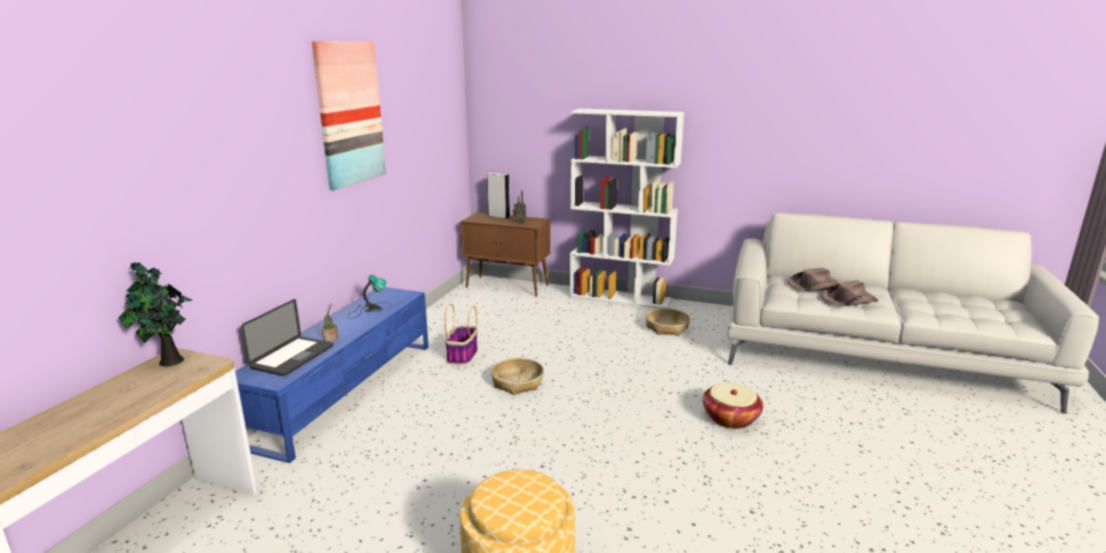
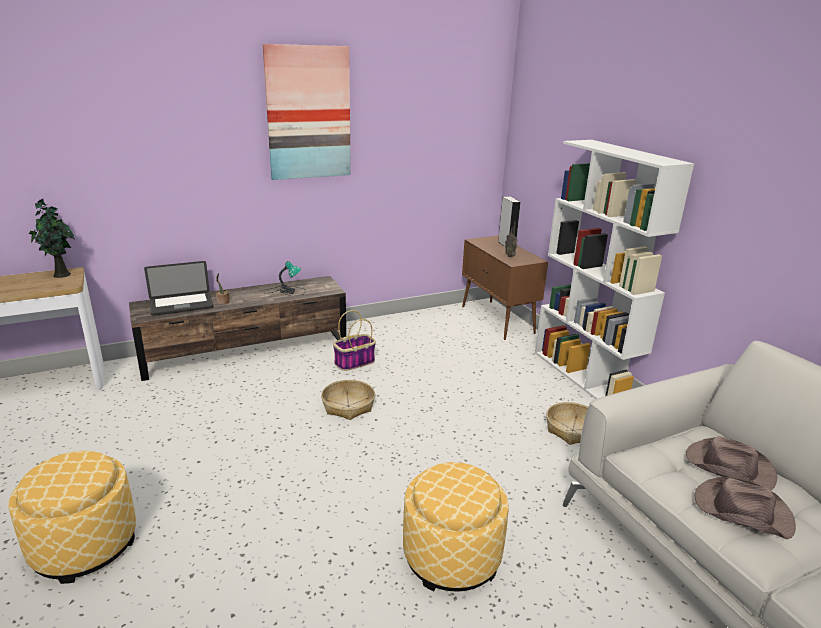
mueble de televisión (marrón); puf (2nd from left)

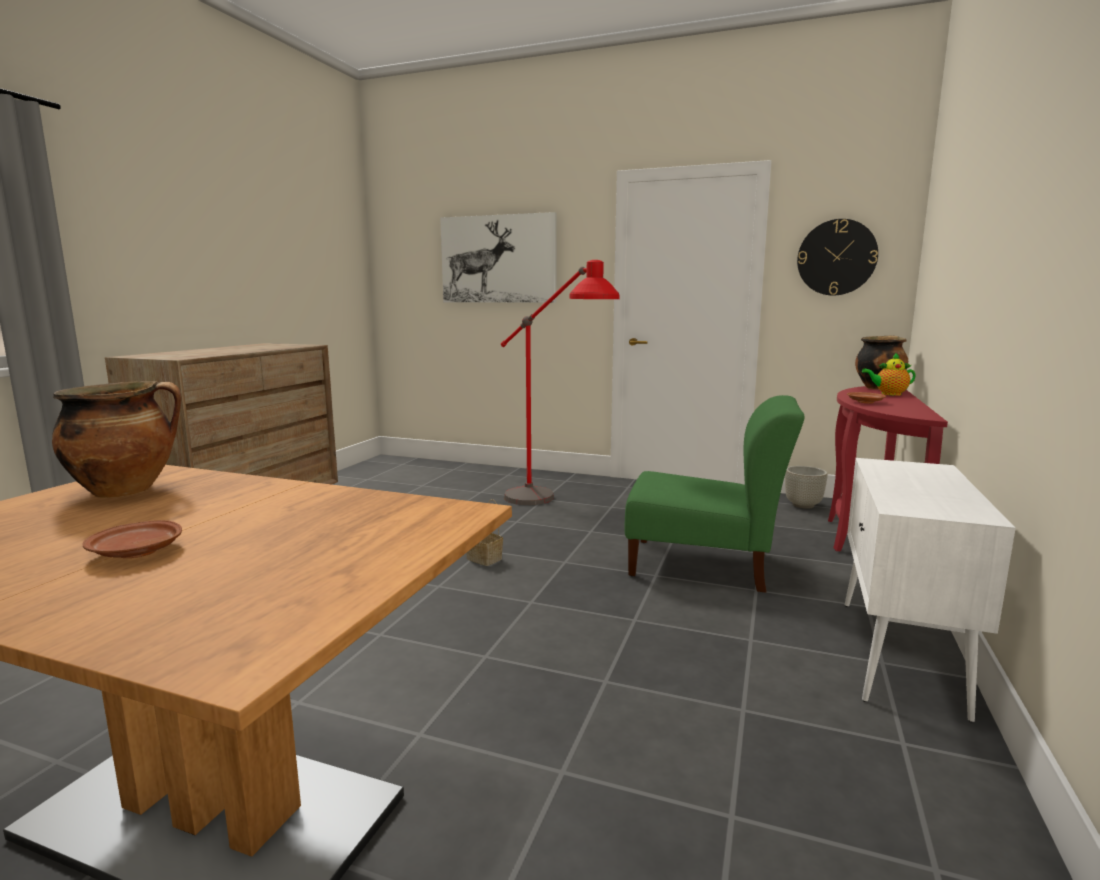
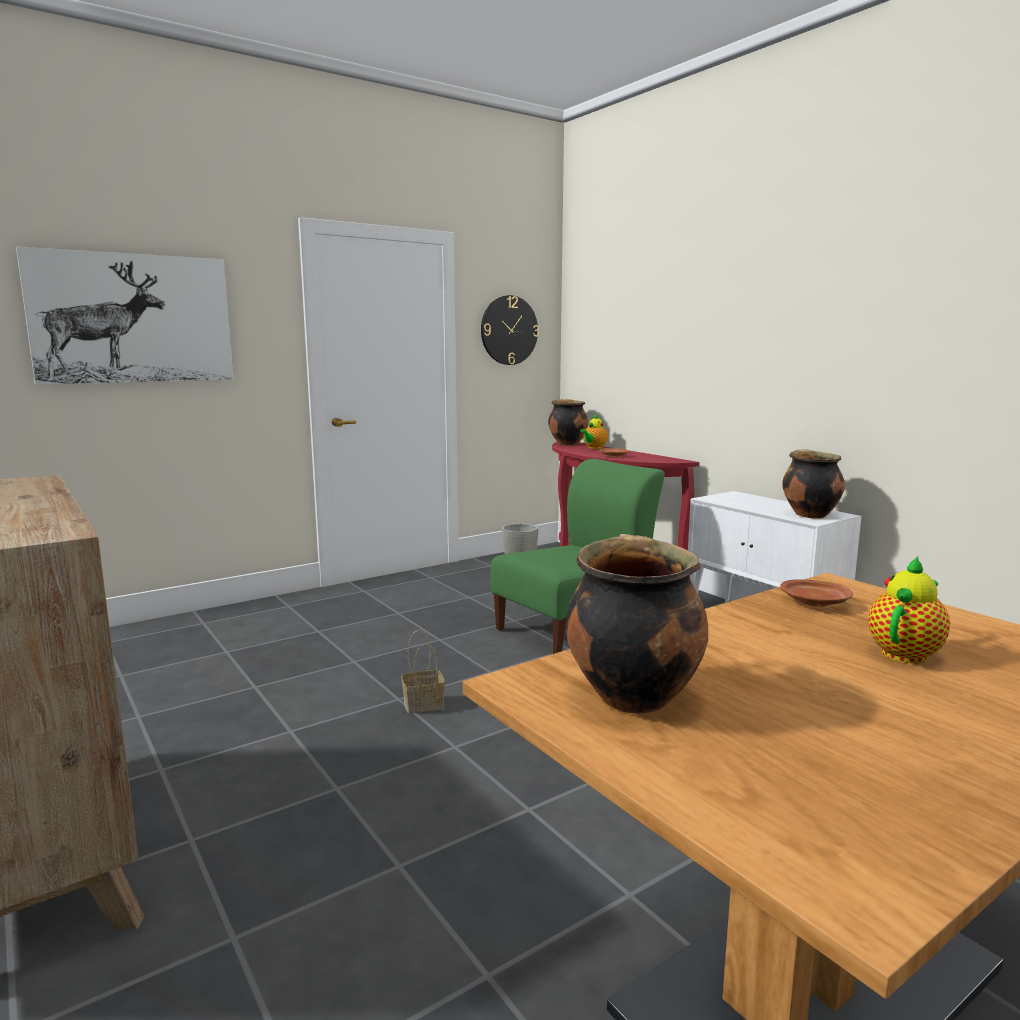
plato (marrón) (2nd from left); olla (3rd from left); tetera (2nd from left); lámpara de pie (rojo)

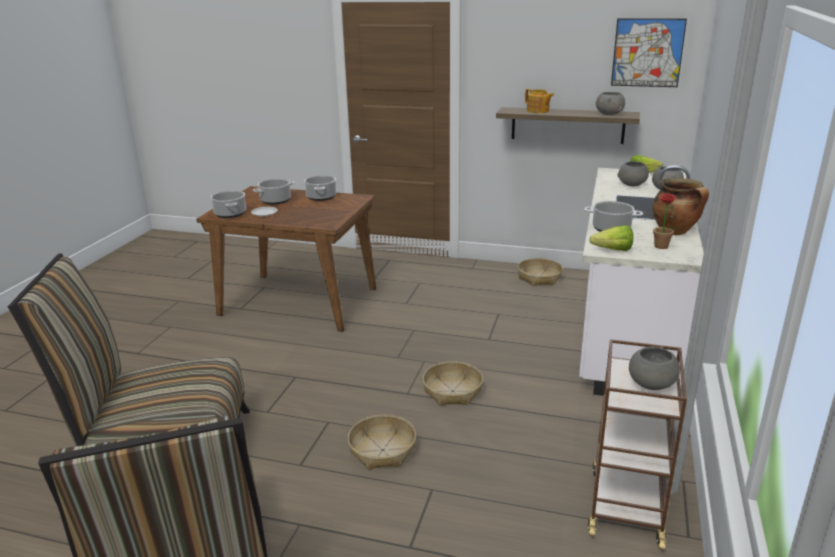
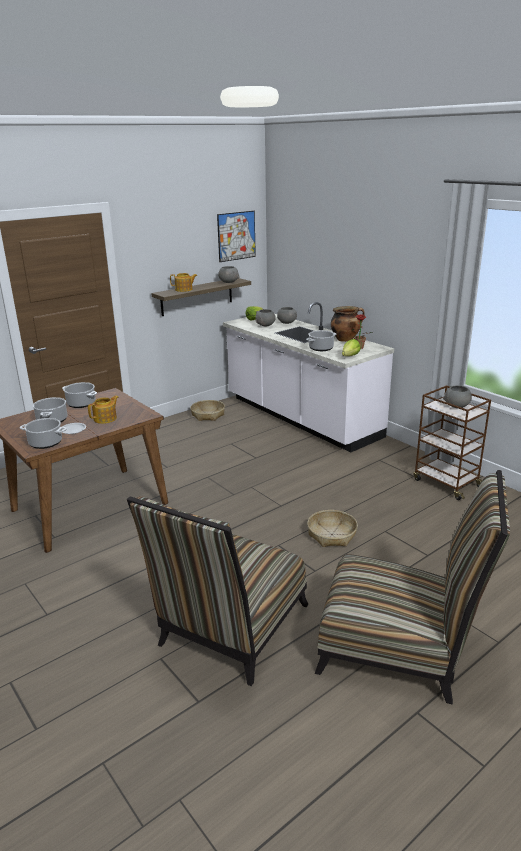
tetera (1st from left); cesta (2nd from left in the first image)

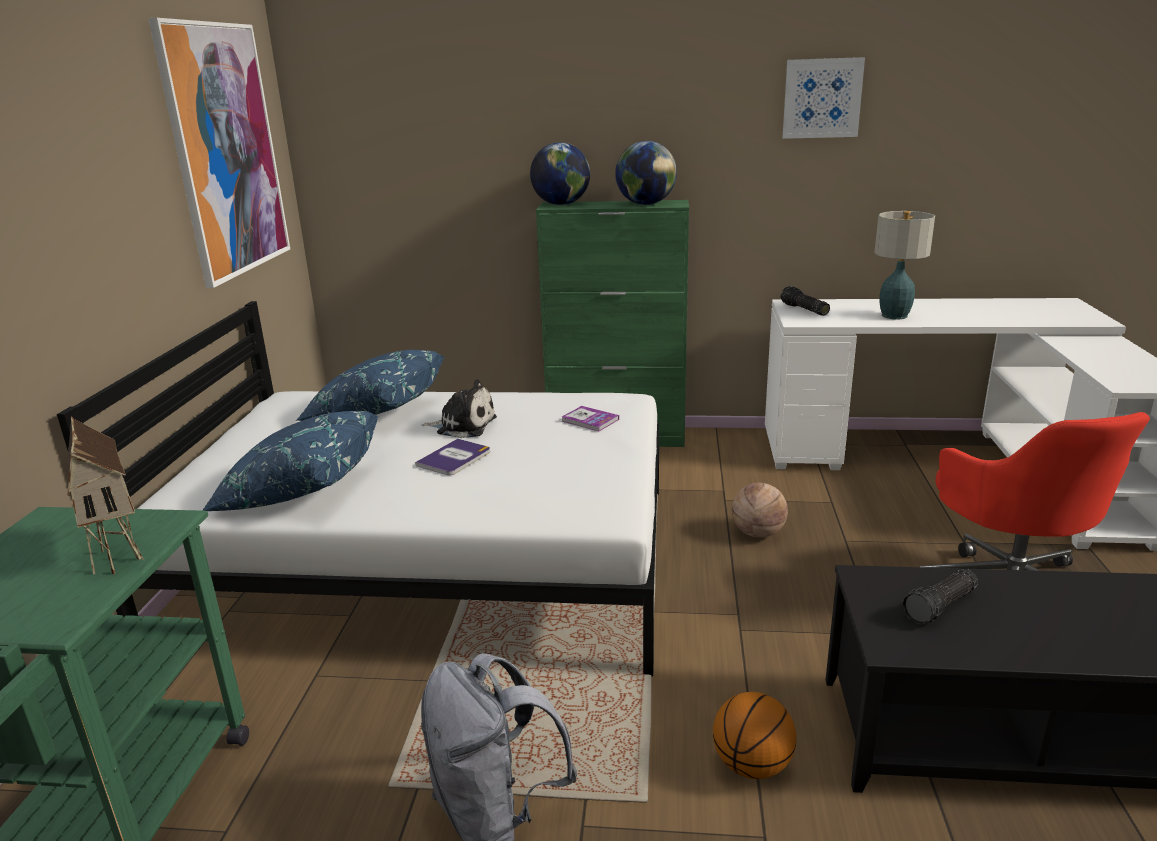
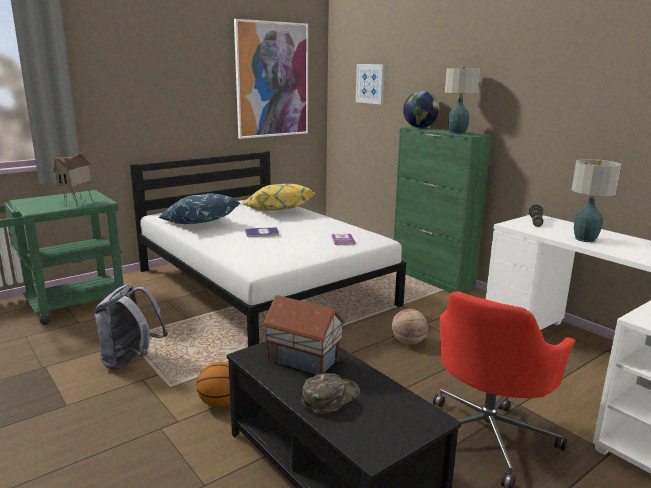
cojín (amarillo); casita (2nd from left); gorra (verde); cuadro (2nd from left); lámpara de mesa (1st from left); peluche

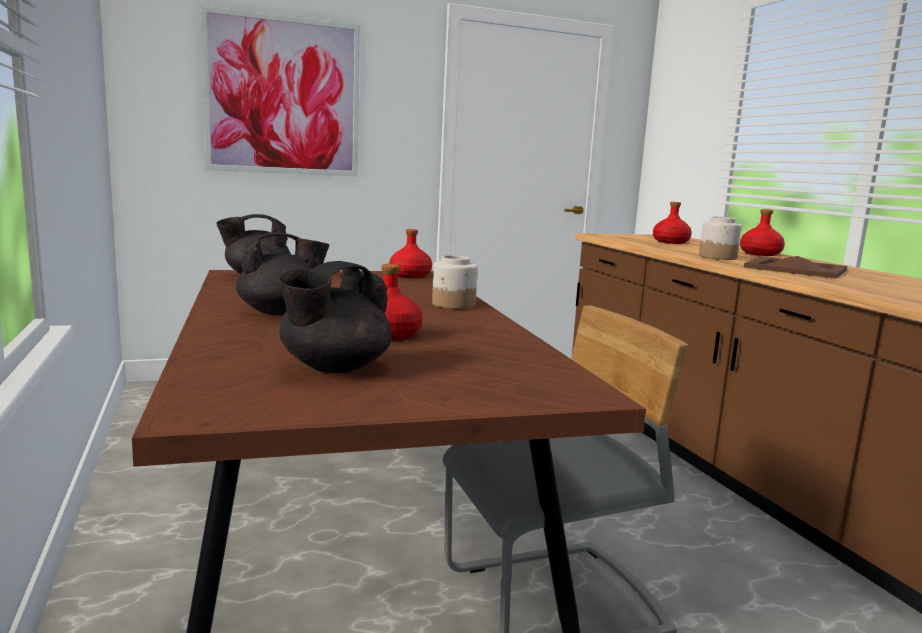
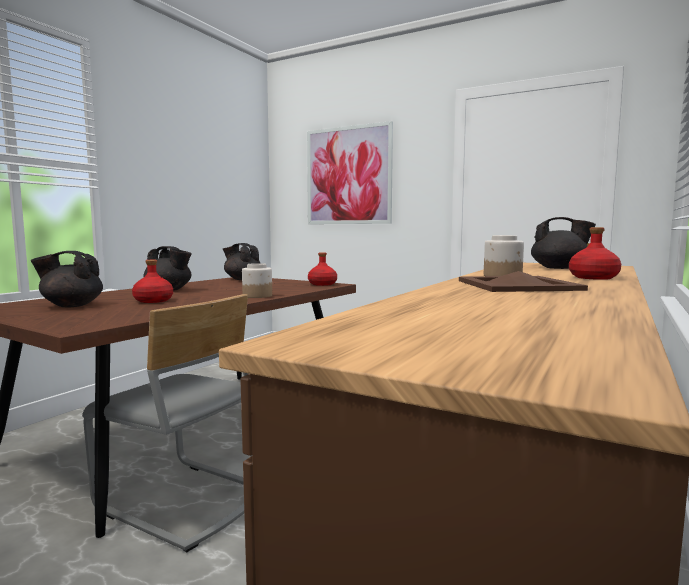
tetera (negro) (4th from left)

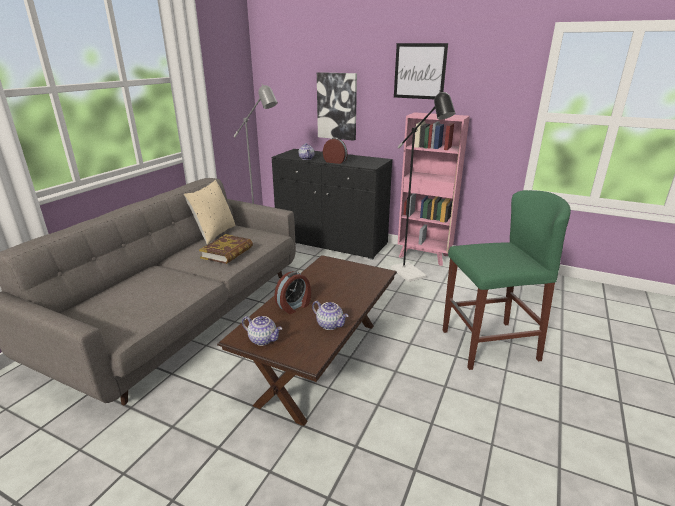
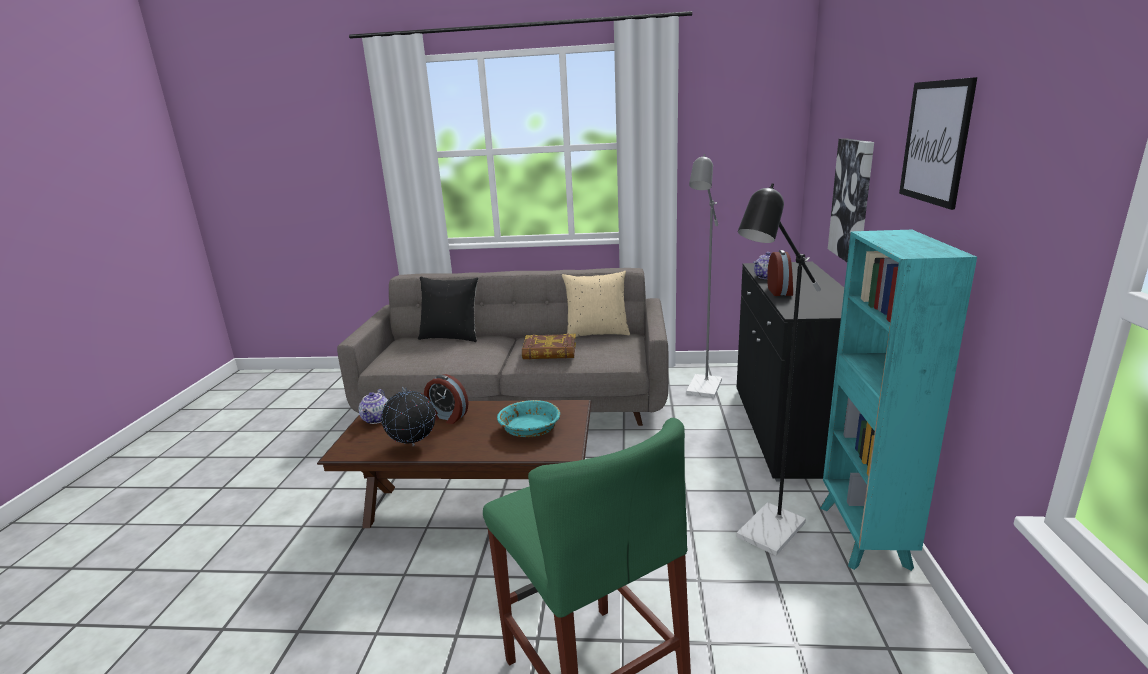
globo terráqueo; cojín (negro); cuenco (turquesa); estantería (turquesa)

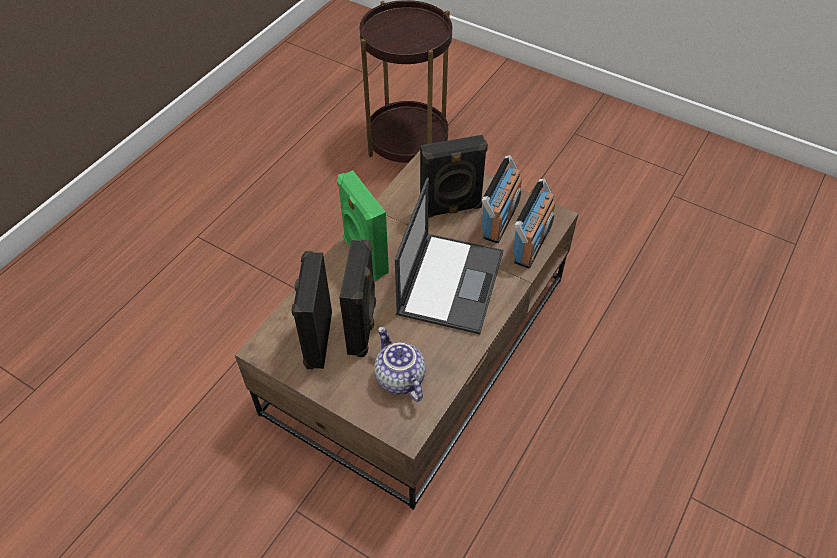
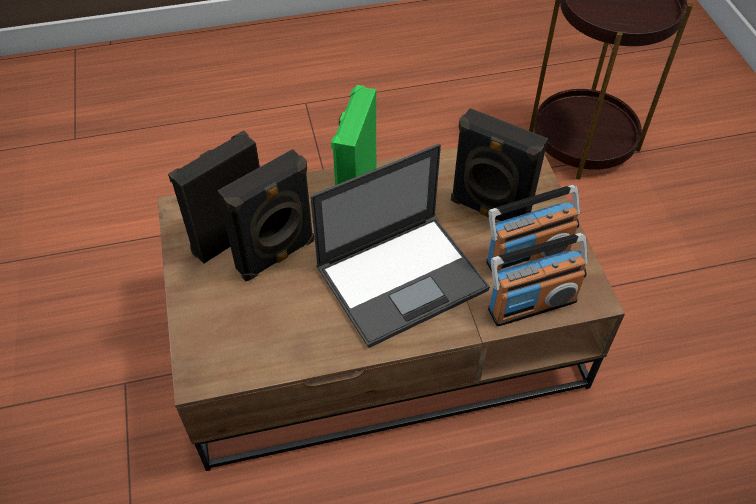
tetera

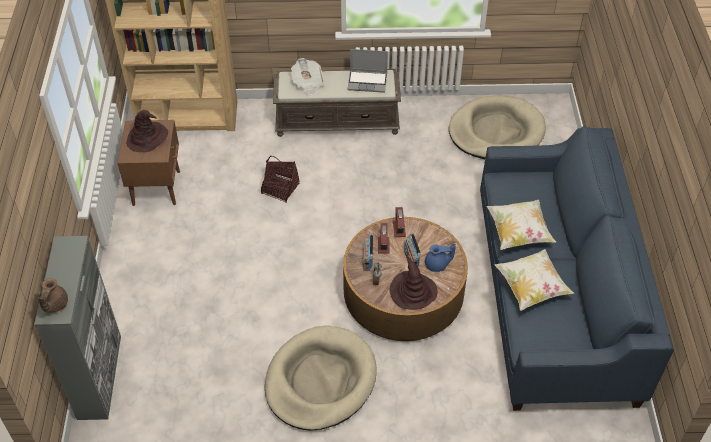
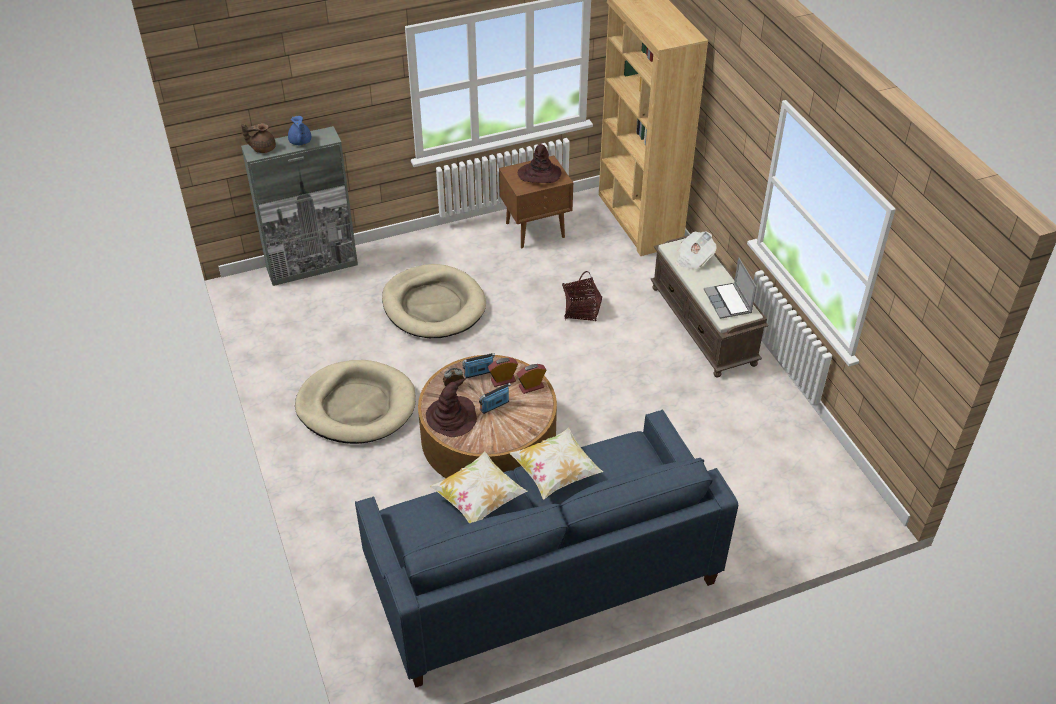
tetera (azul); cama para perro (beis) (2nd from left)

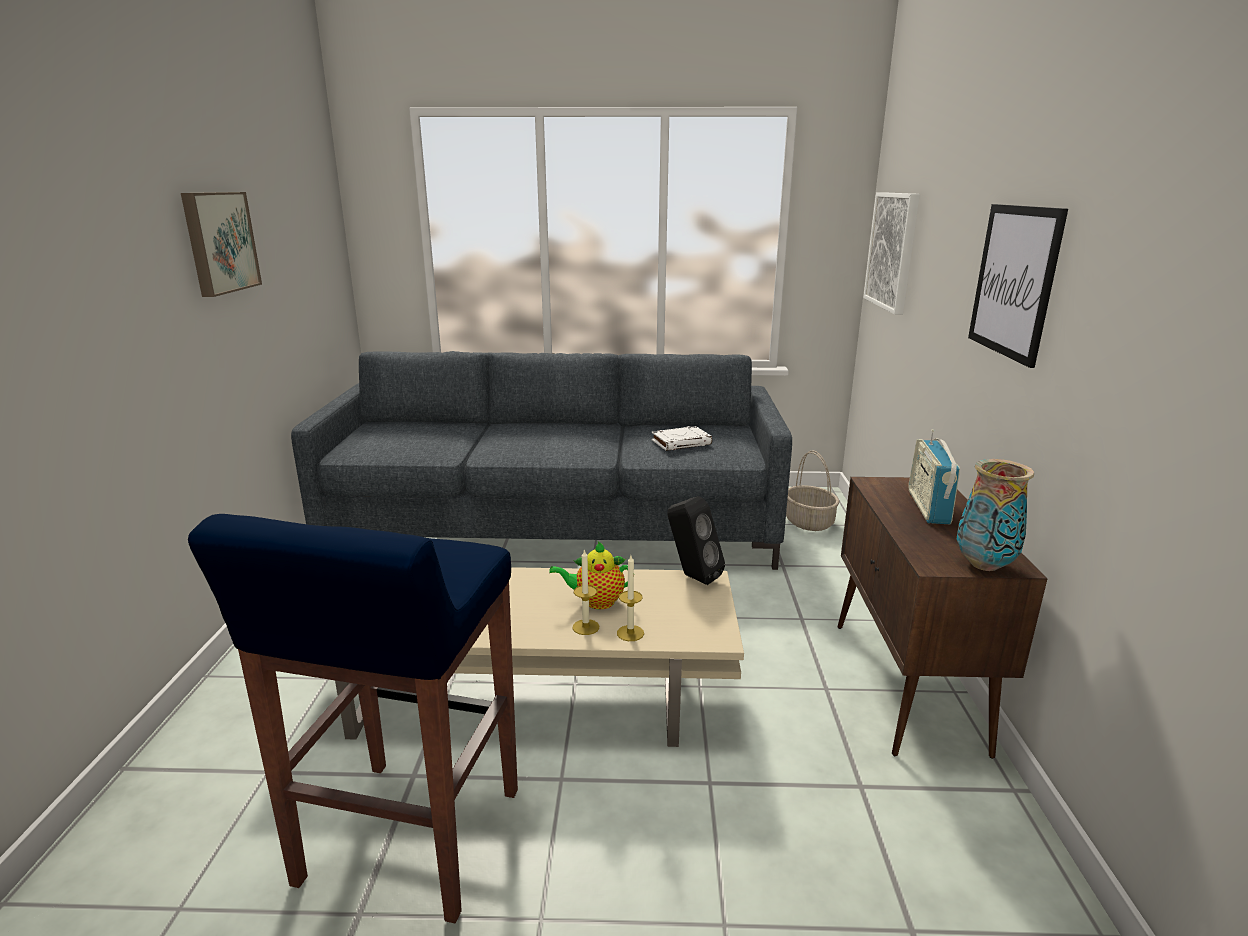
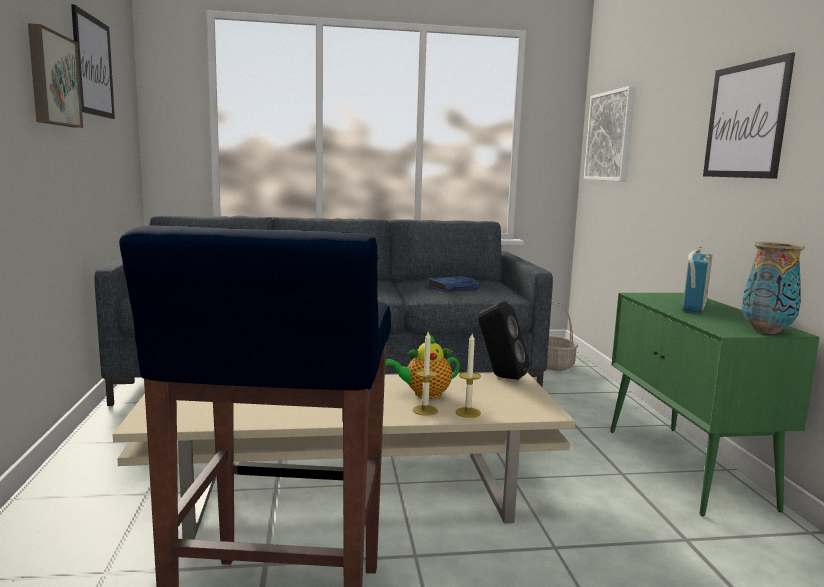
cuadro (2nd from left); libro (azul); armario (verde); radio

